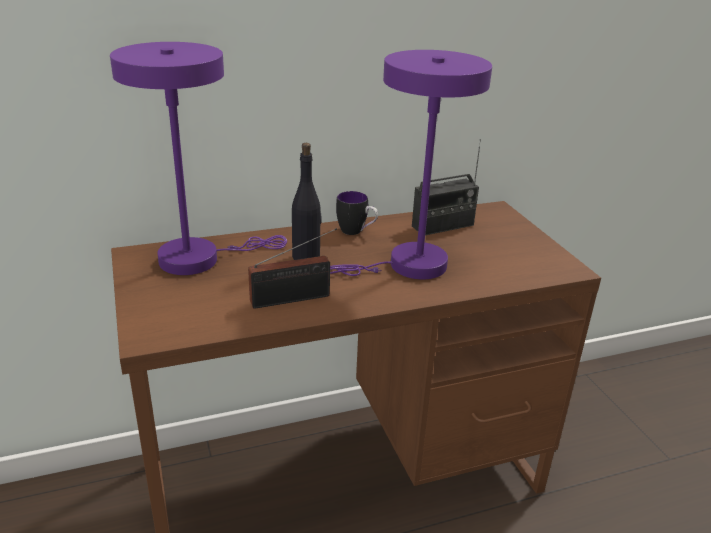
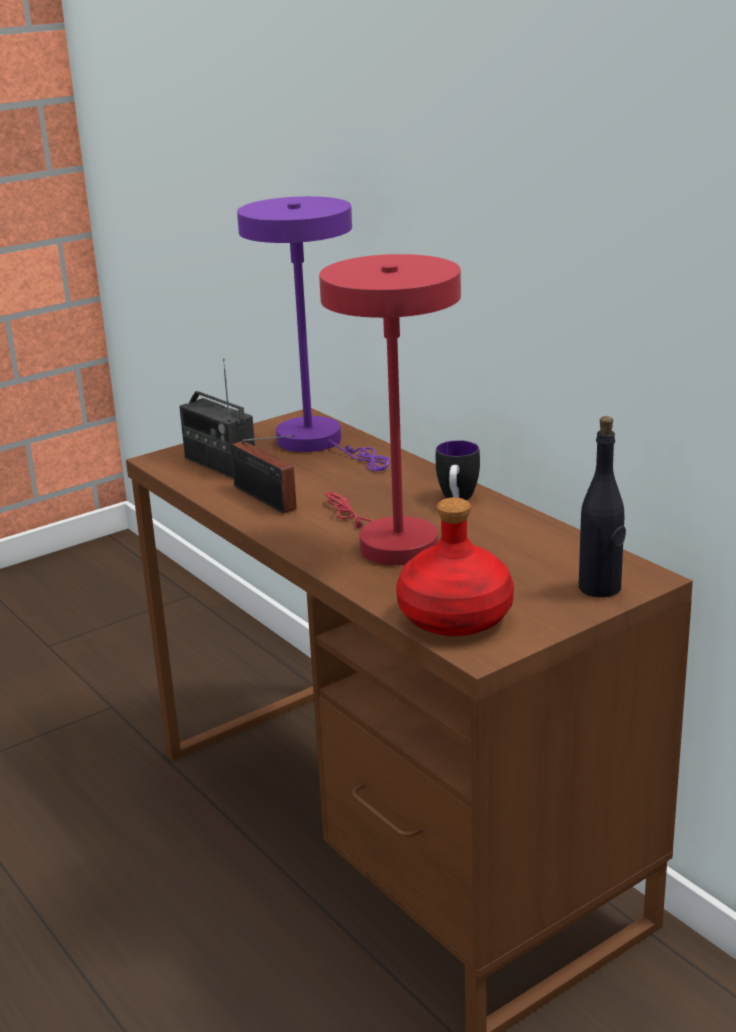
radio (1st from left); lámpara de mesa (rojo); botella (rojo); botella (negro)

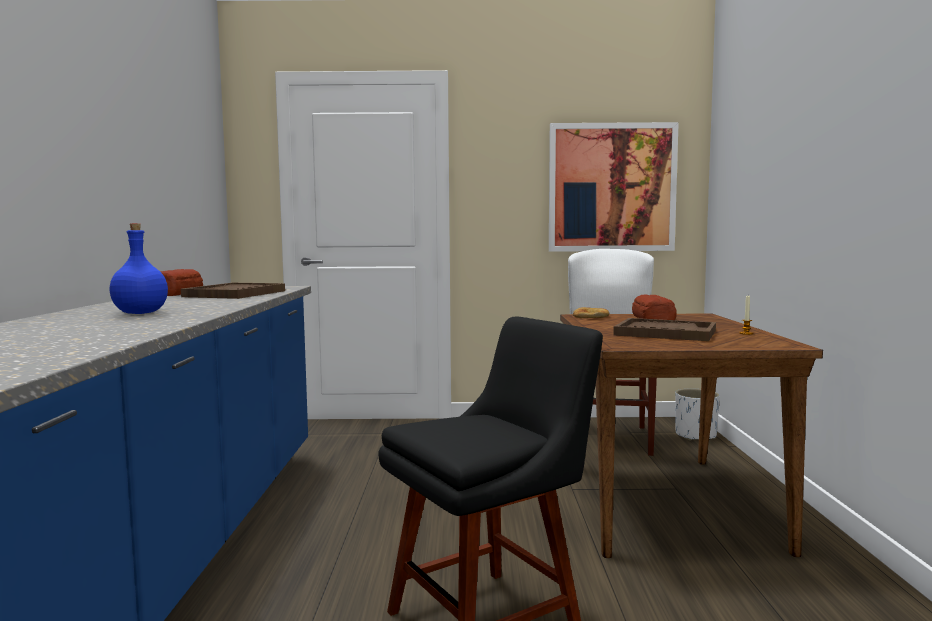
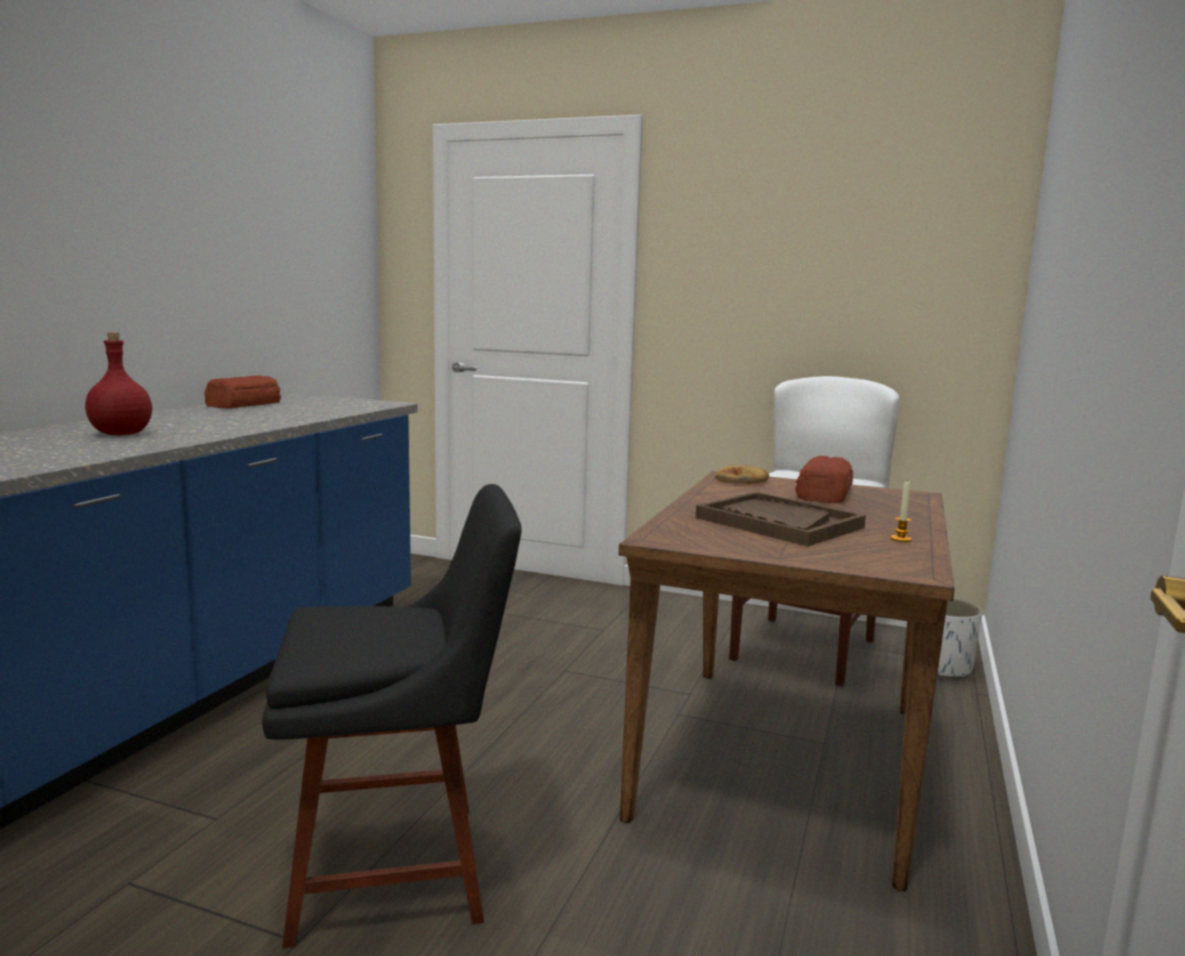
botella (rojo); bandeja (marrón) (1st from left in the first image); cuadro

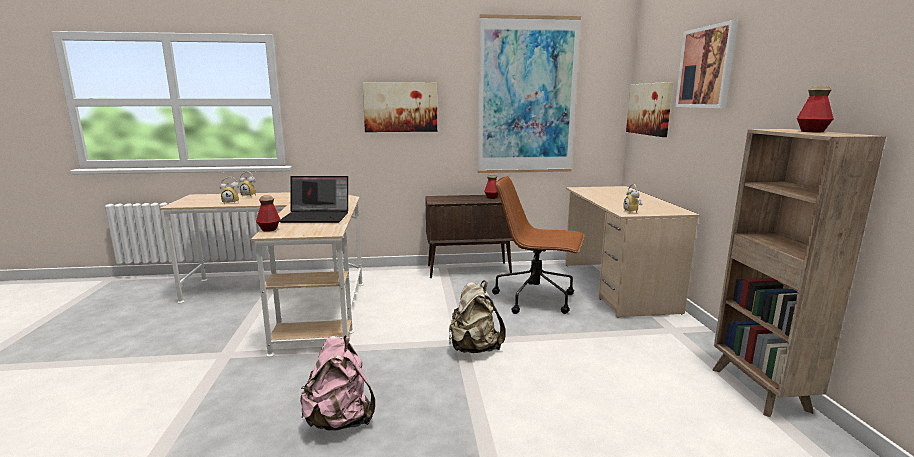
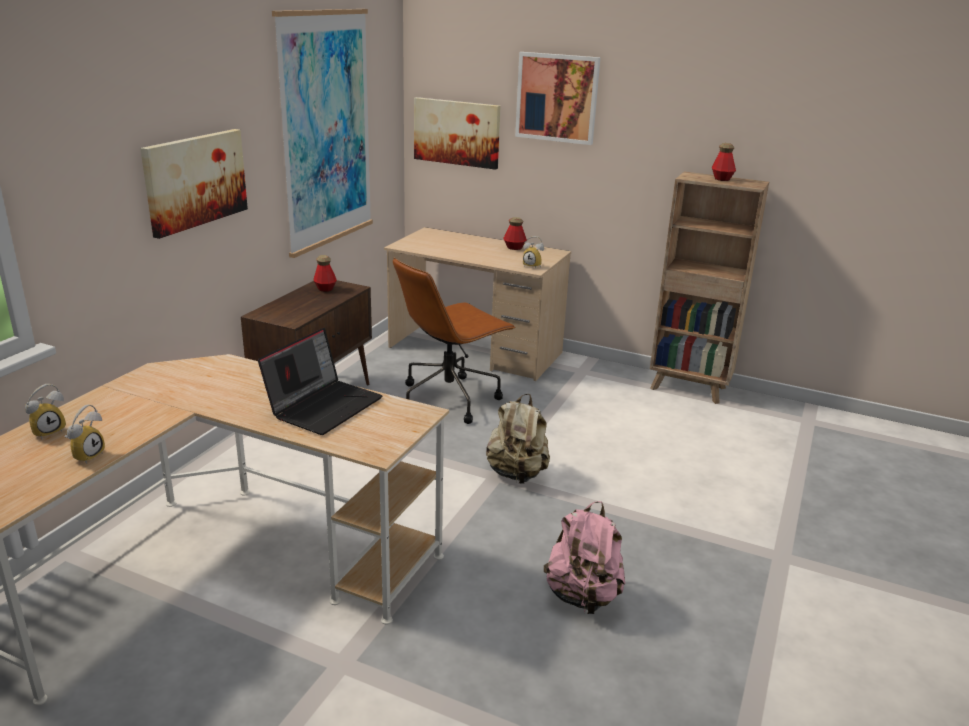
botella (2nd from left)

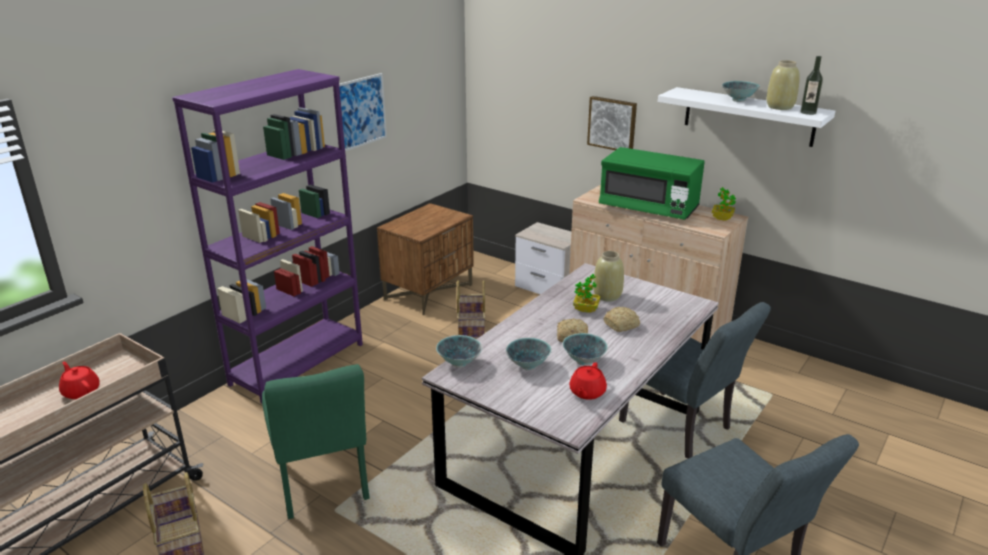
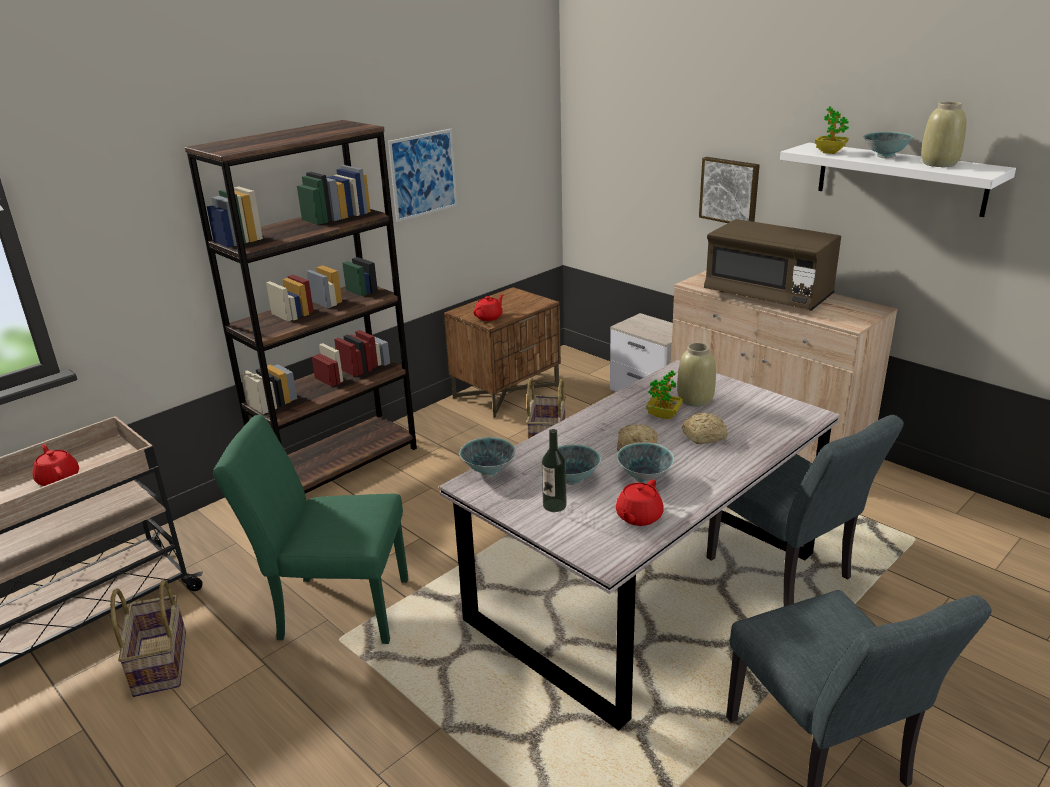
estantería (marrón); silla (verde); tetera (rojo) (2nd from left); botella; microondas (marrón); planta en maceta (2nd from left)

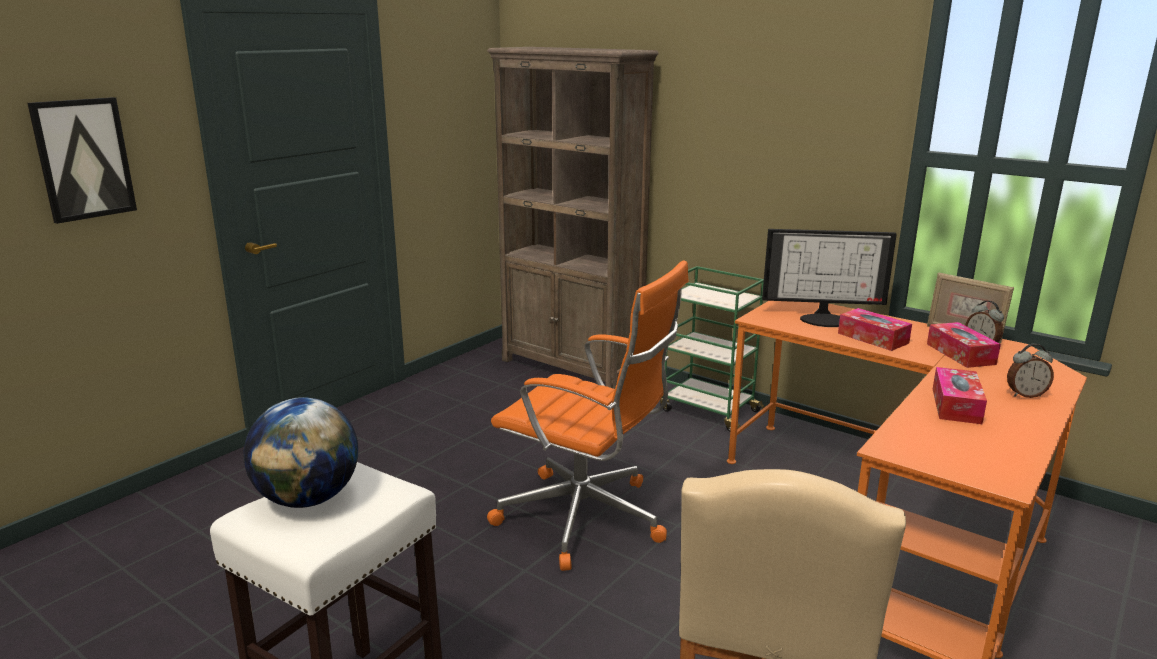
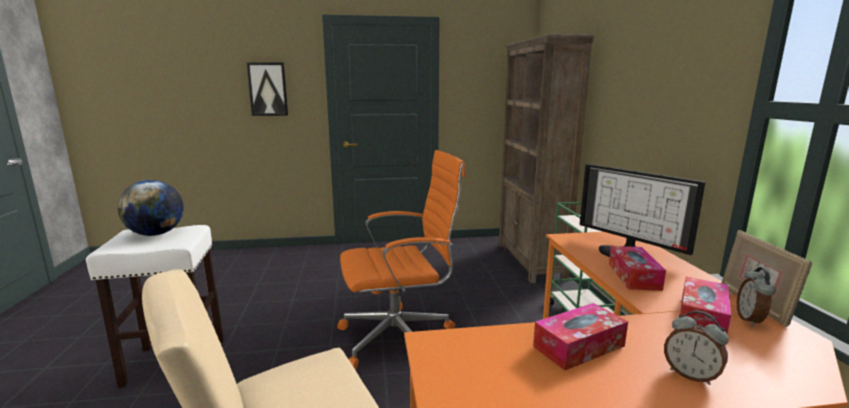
silla de oficina (naranja)

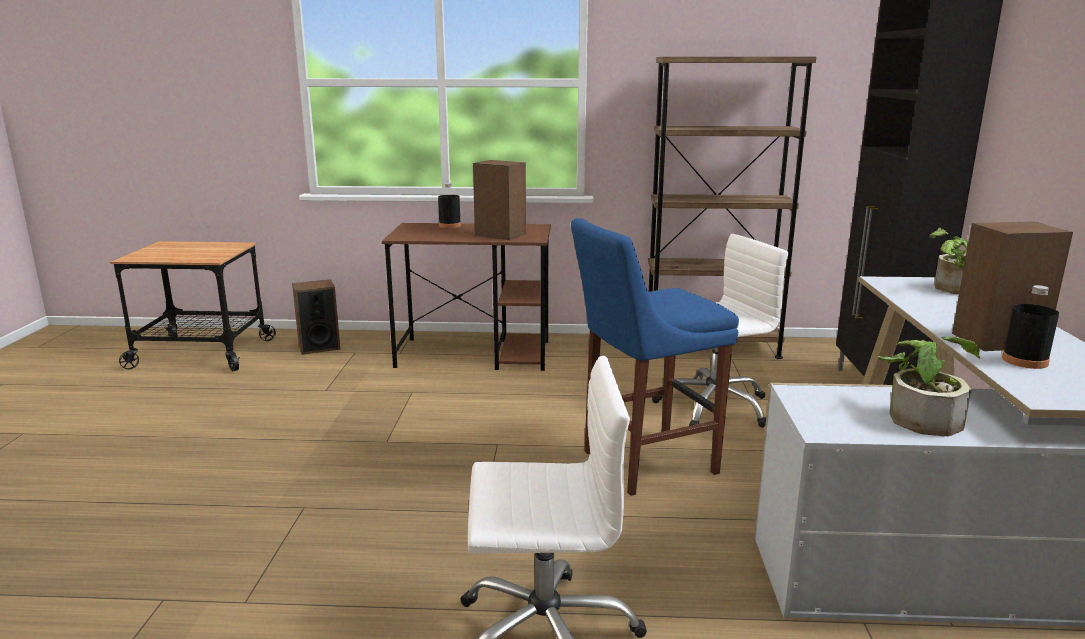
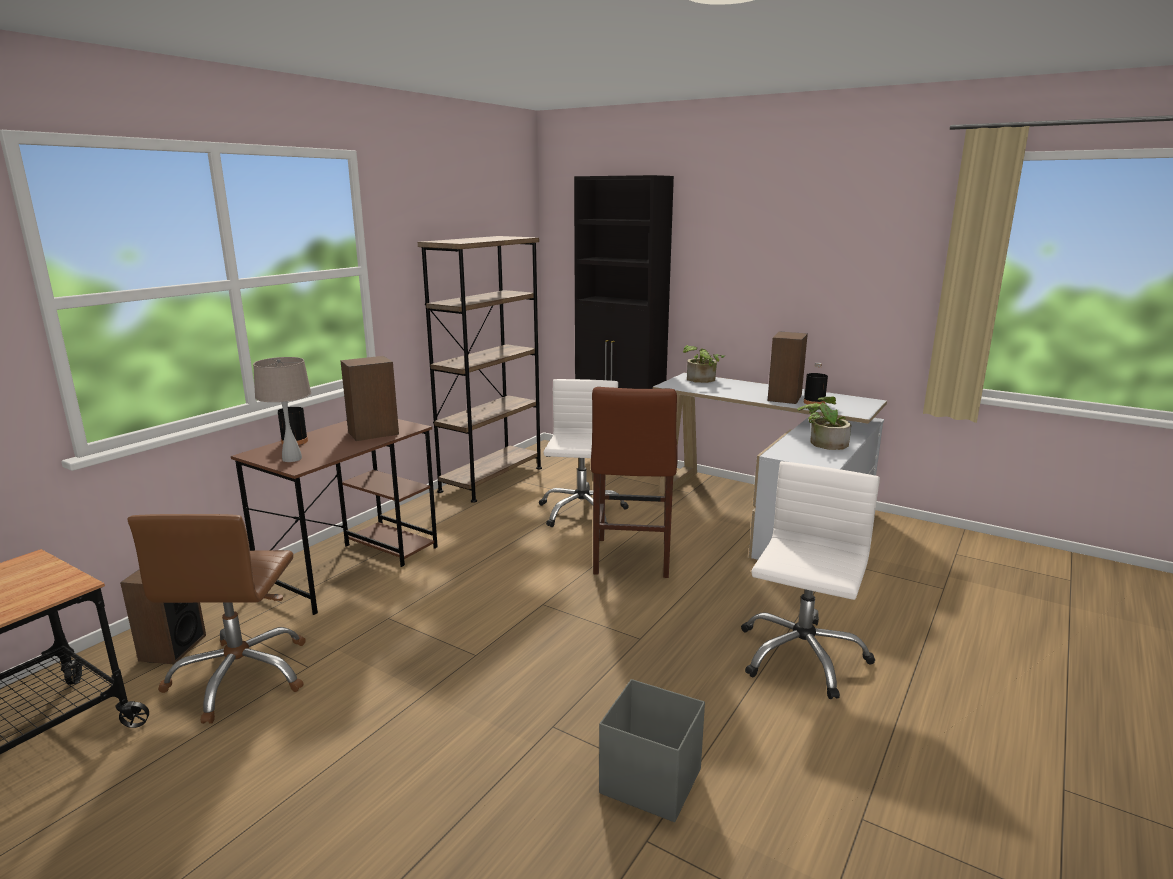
silla de oficina (marrón); lámpara de mesa (beis); taburete (marrón); caja de almacenaje (gris)

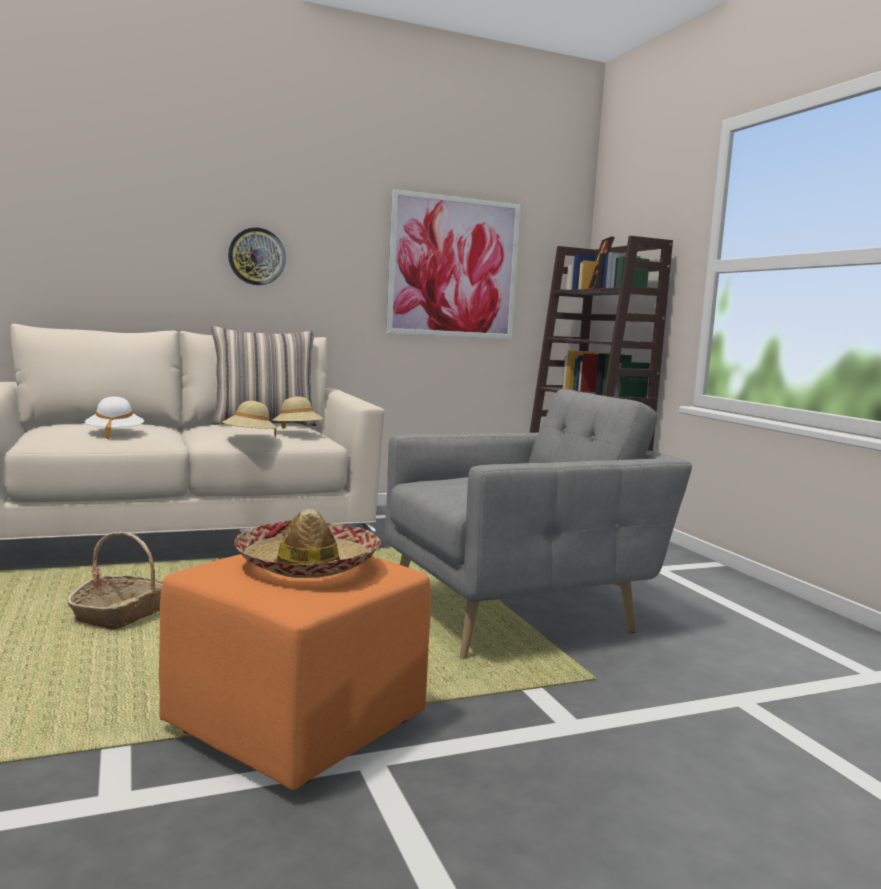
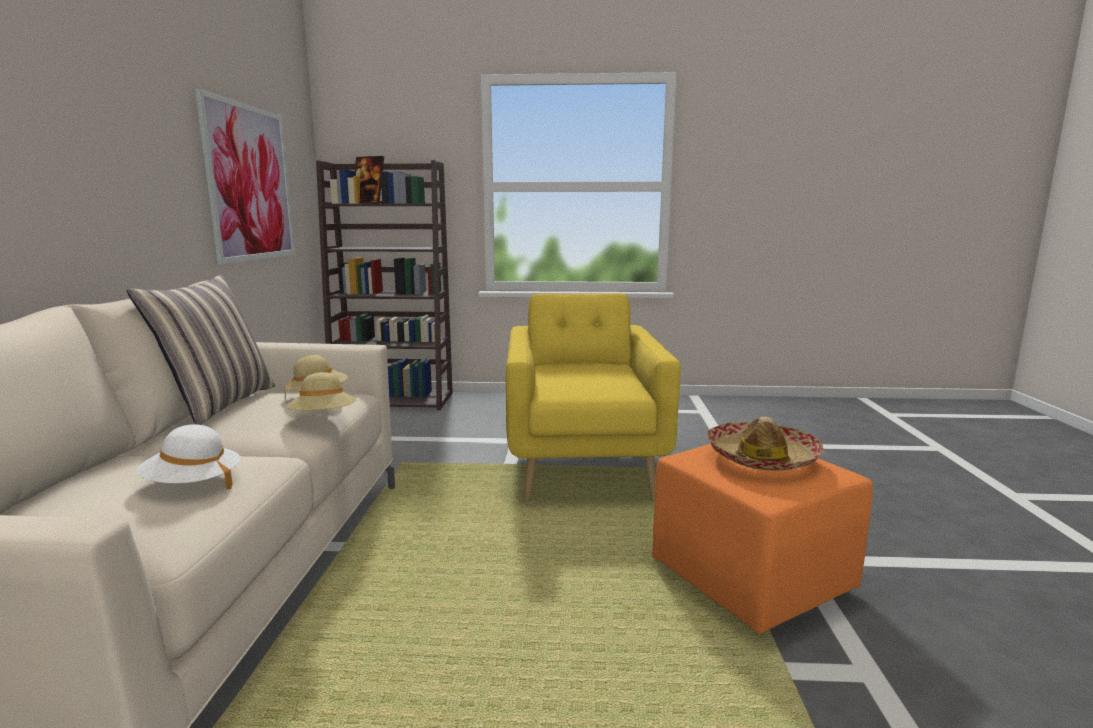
sillón (amarillo); cesta; reloj de pared

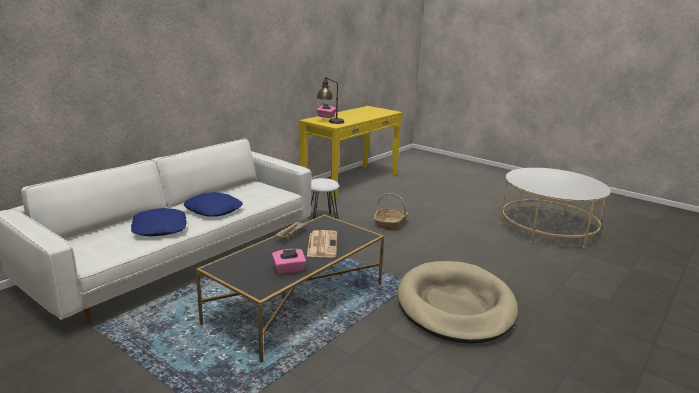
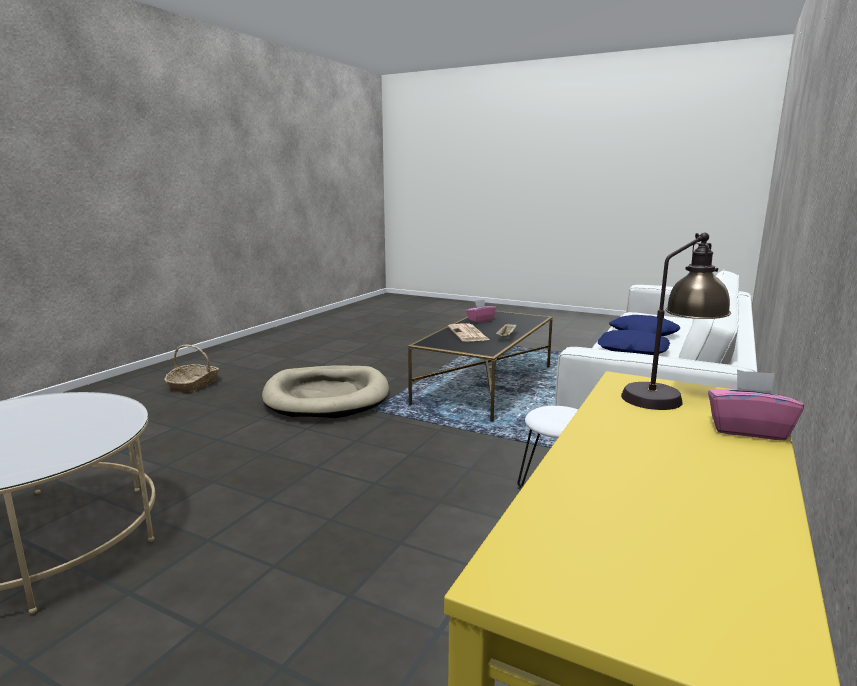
cesta

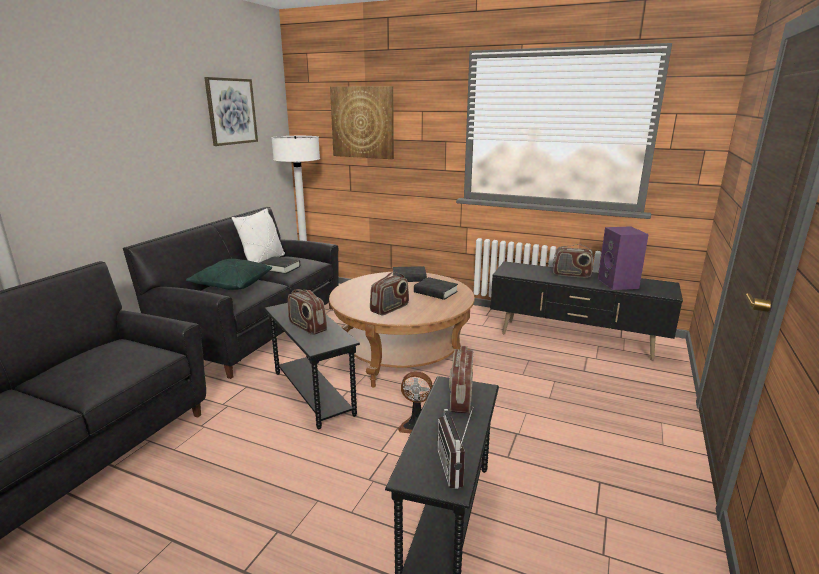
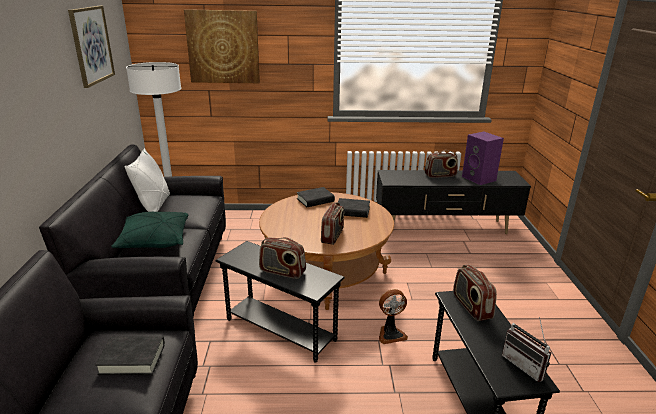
libro (negro) (1st from left)

